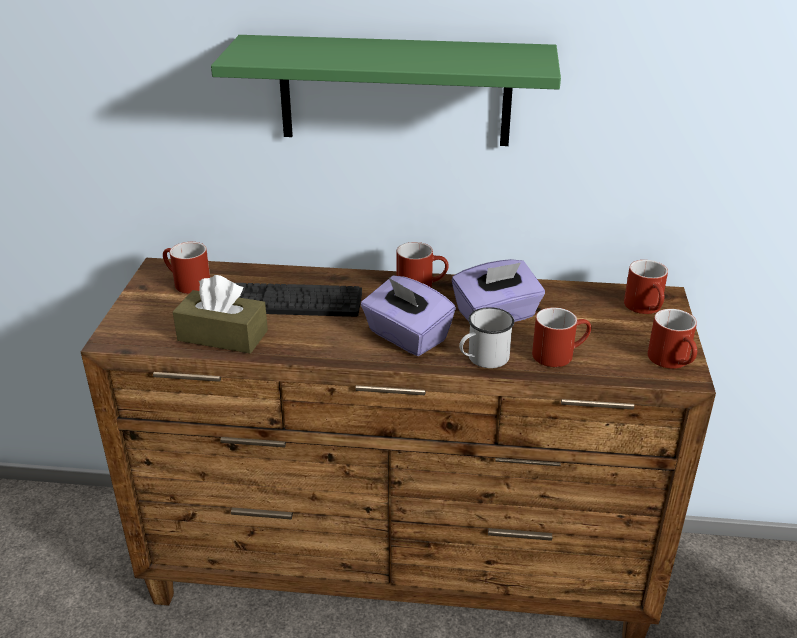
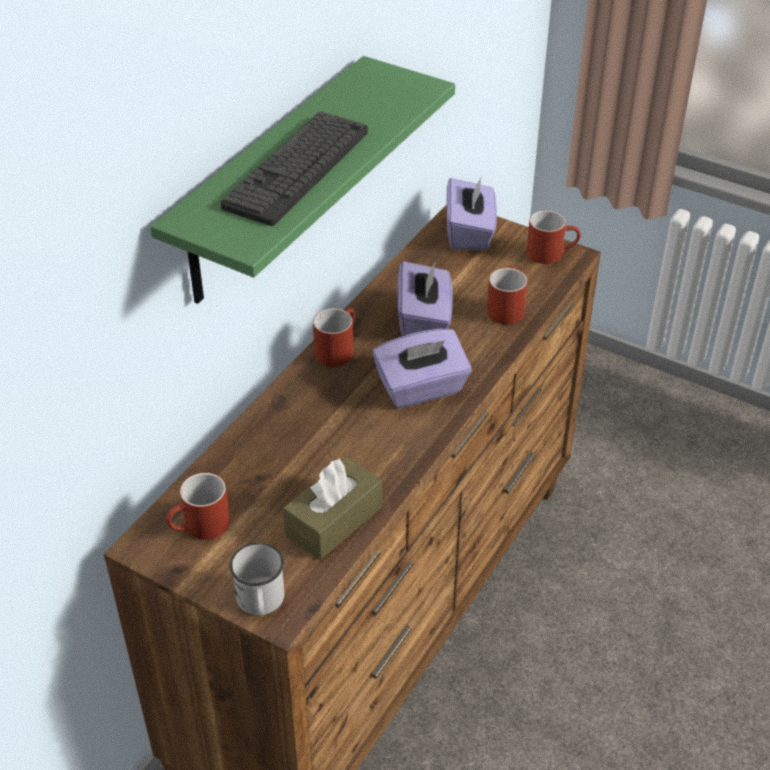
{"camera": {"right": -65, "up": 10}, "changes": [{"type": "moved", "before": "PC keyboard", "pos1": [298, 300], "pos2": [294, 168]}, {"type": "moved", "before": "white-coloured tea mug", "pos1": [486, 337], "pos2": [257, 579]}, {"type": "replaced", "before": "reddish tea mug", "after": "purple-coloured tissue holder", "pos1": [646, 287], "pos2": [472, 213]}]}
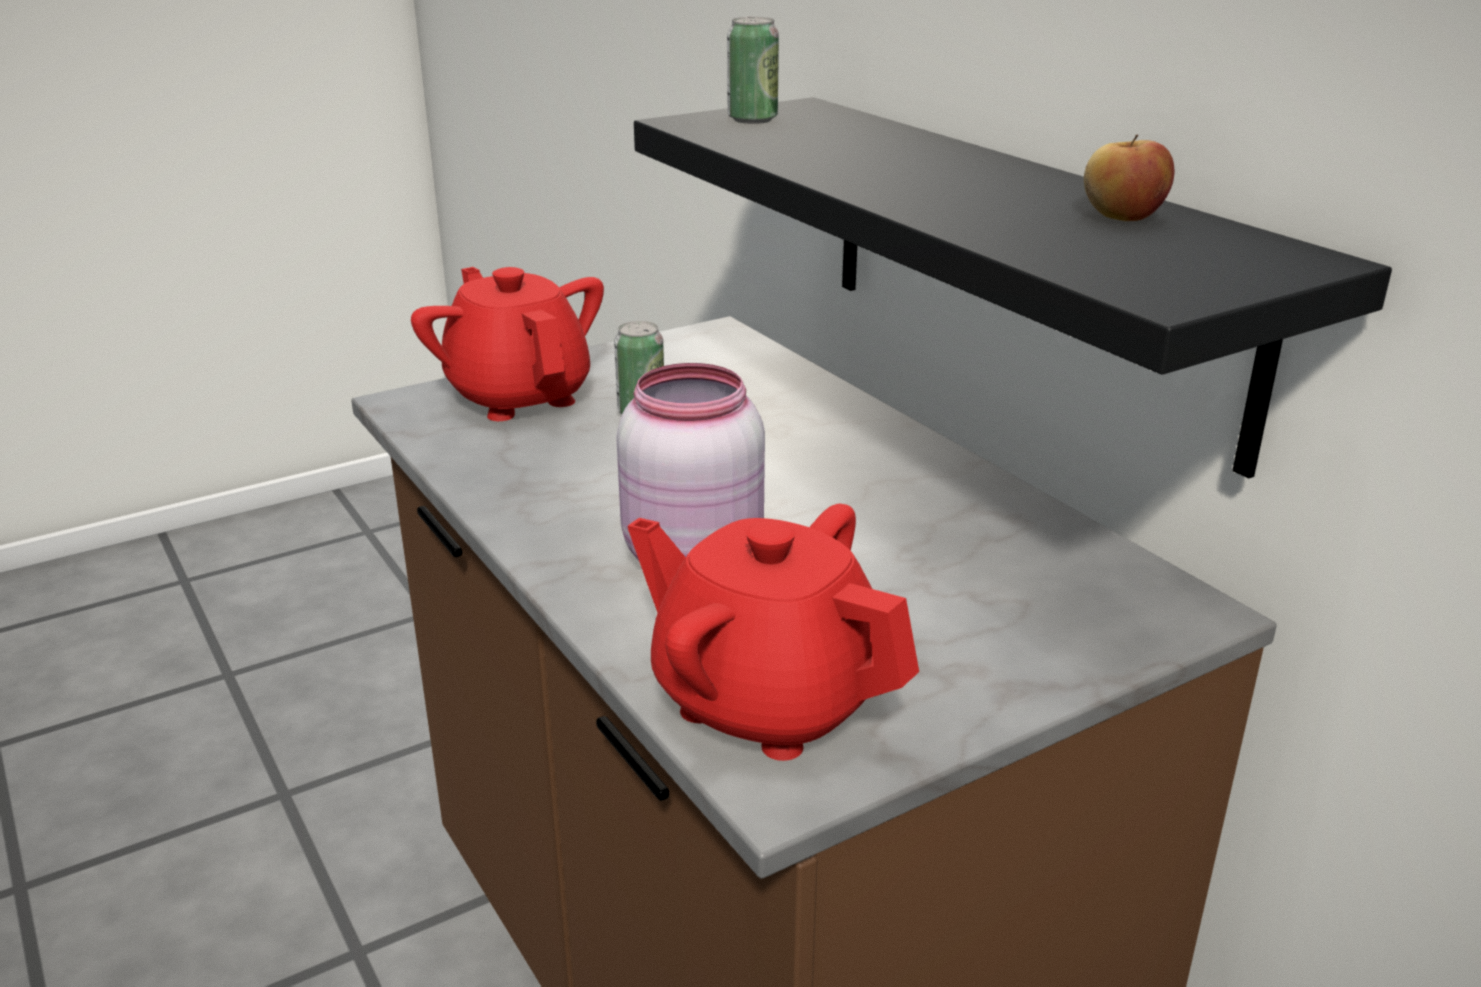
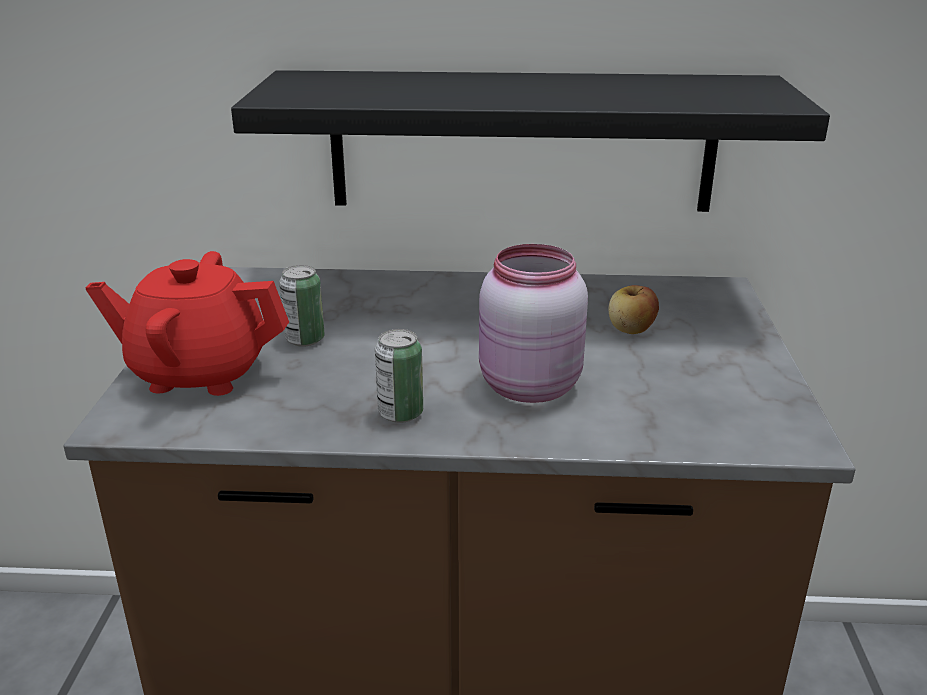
{"camera": {"right": -55, "up": 0}, "changes": [{"type": "removed", "before": "reddish pot for tea", "pos1": [773, 632]}, {"type": "moved", "before": "metal can", "pos1": [753, 70], "pos2": [399, 376]}, {"type": "moved", "before": "apple fruit", "pos1": [1129, 178], "pos2": [634, 309]}]}
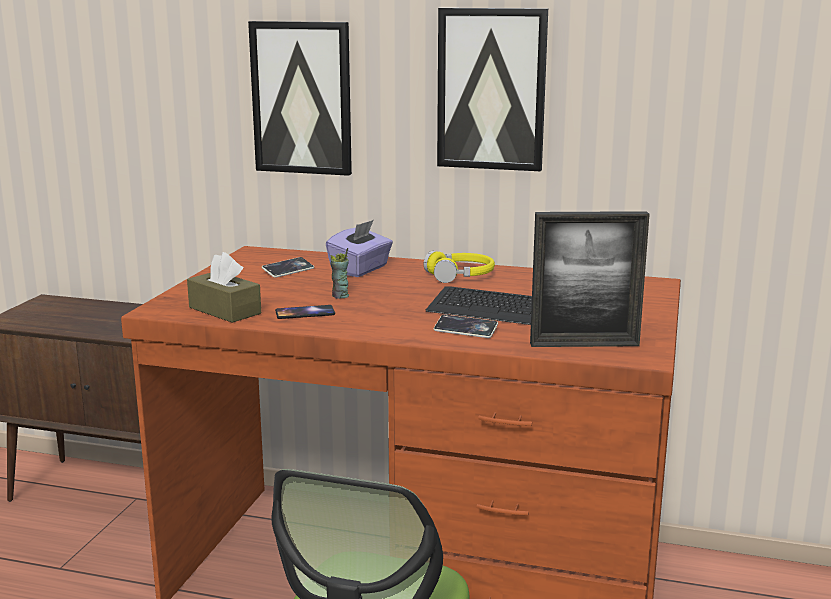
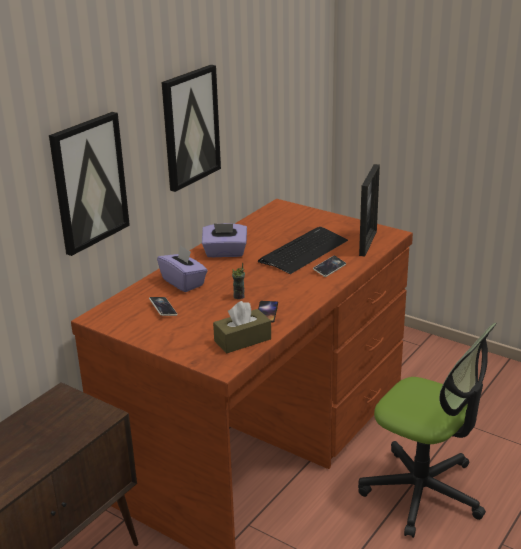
{"camera": {"right": -70, "up": 10}, "changes": [{"type": "replaced", "before": "yellow-coloured pair of headphones", "after": "purple-coloured tissue holder", "pos1": [459, 267], "pos2": [224, 240]}]}
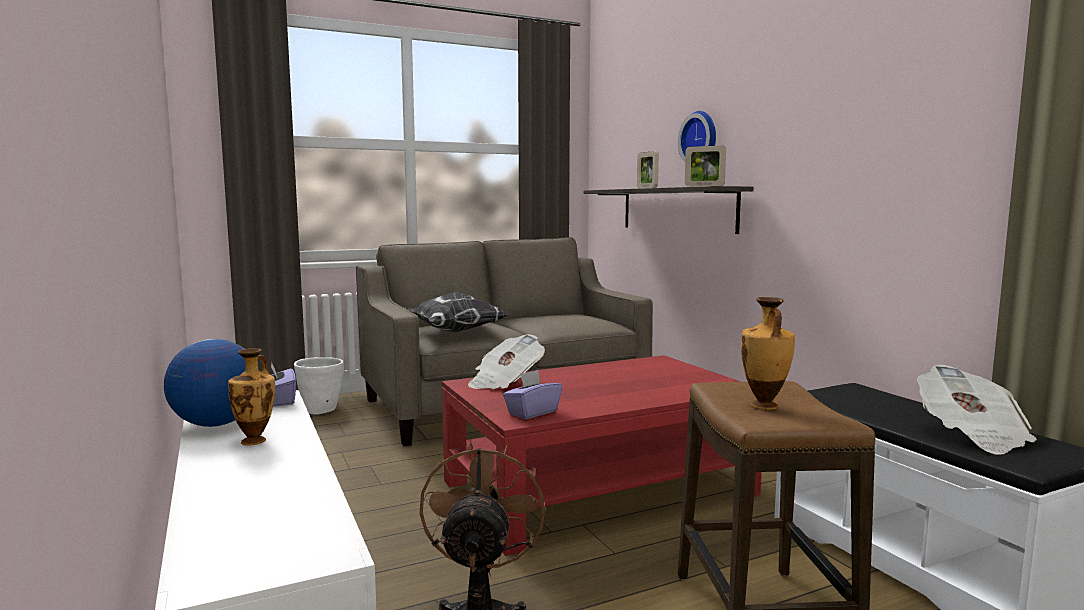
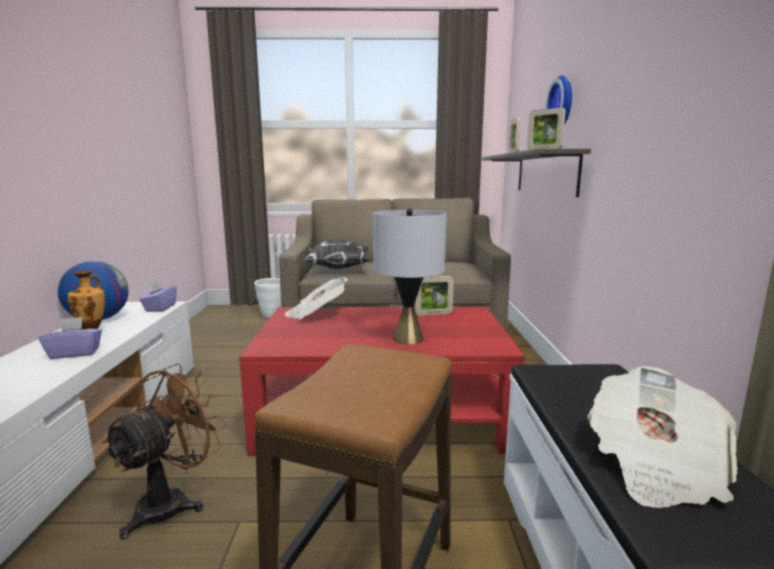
{"camera": {"right": 25, "up": 5}, "changes": [{"type": "removed", "before": "vase", "pos1": [768, 353]}, {"type": "added", "after": "grey tabletop lamp", "pos2": [410, 276]}, {"type": "added", "after": "photo frame", "pos2": [434, 296]}, {"type": "moved", "before": "purple-coloured tissue holder", "pos1": [532, 394], "pos2": [70, 338]}]}
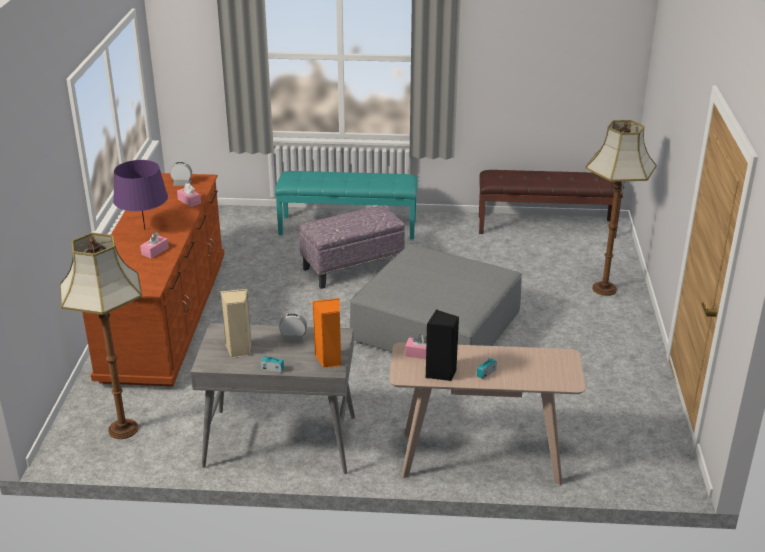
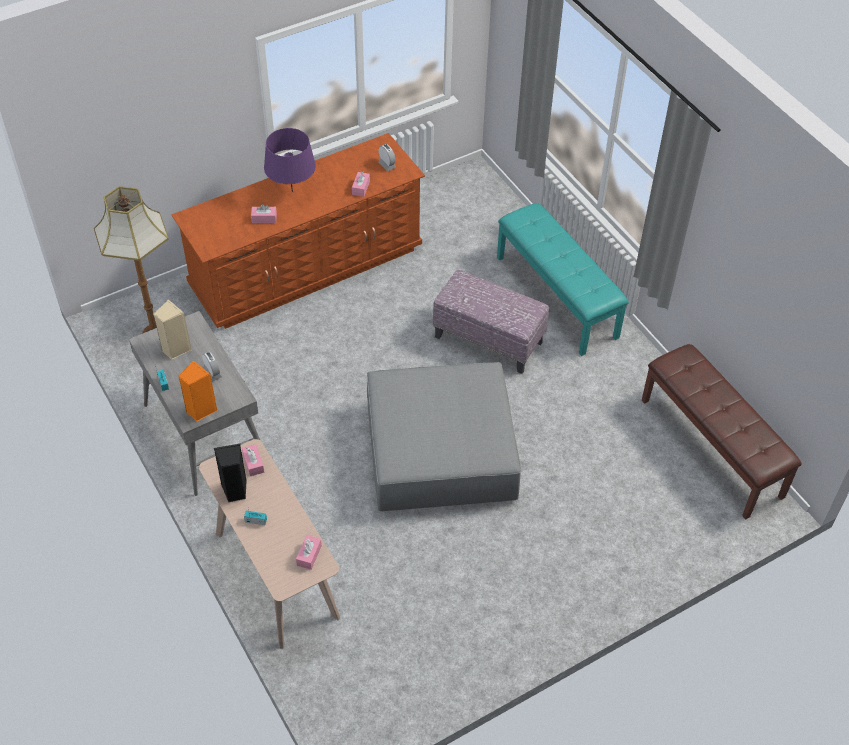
{"camera": {"right": 55, "up": 20}, "changes": [{"type": "removed", "before": "standing lamp", "pos1": [621, 208]}, {"type": "added", "after": "pink tissue holder", "pos2": [309, 552]}]}
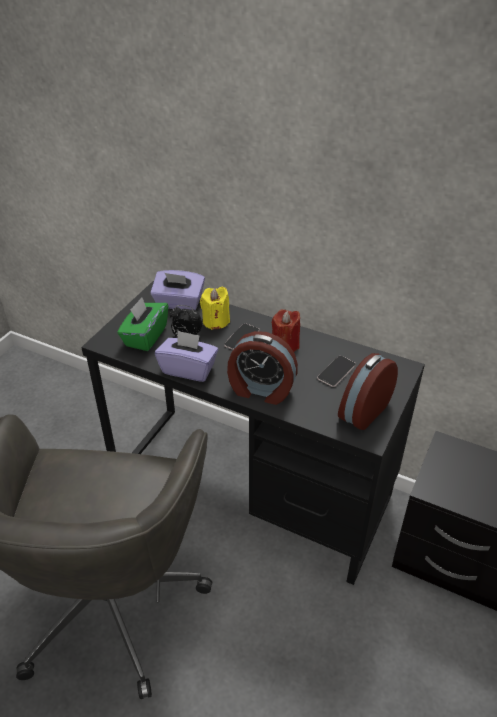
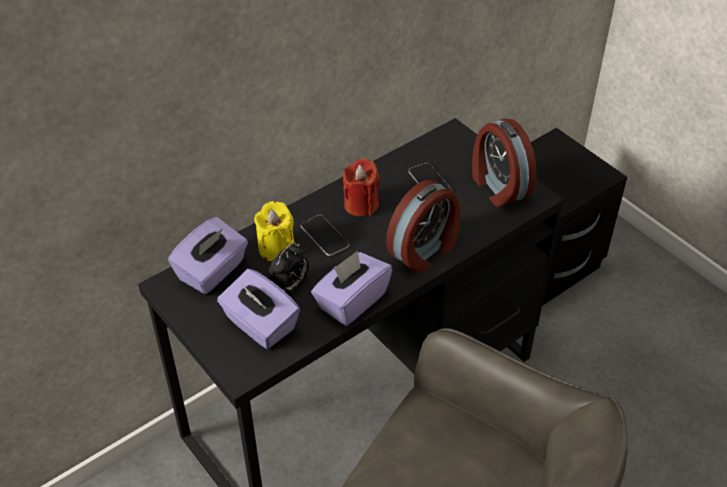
{"camera": {"right": -65, "up": 5}, "changes": [{"type": "recoloured", "before": "green-coloured tissue holder", "after": "purple-coloured tissue holder", "pos1": [142, 324], "pos2": [258, 309]}]}
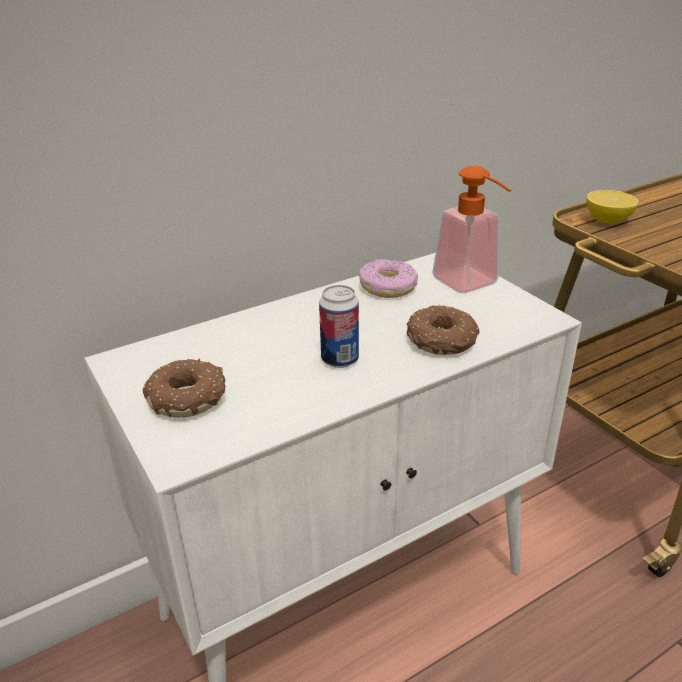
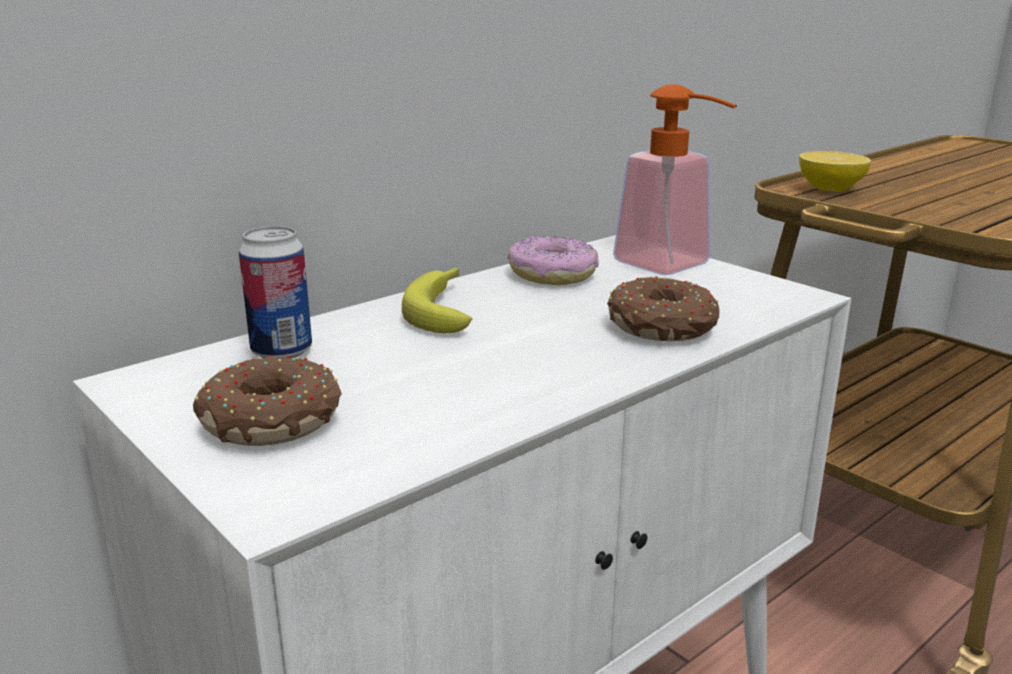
{"camera": {"right": -10, "up": -10}, "changes": [{"type": "added", "after": "banana fruit", "pos2": [437, 300]}, {"type": "moved", "before": "metal can", "pos1": [339, 326], "pos2": [275, 292]}]}
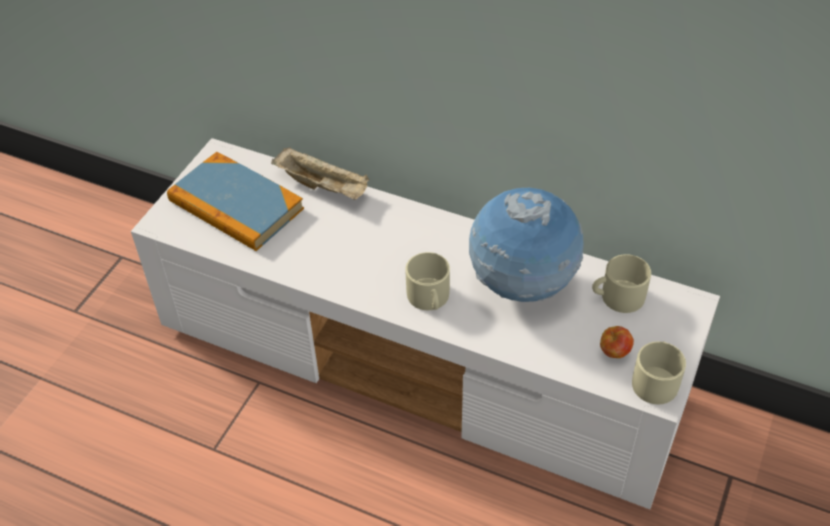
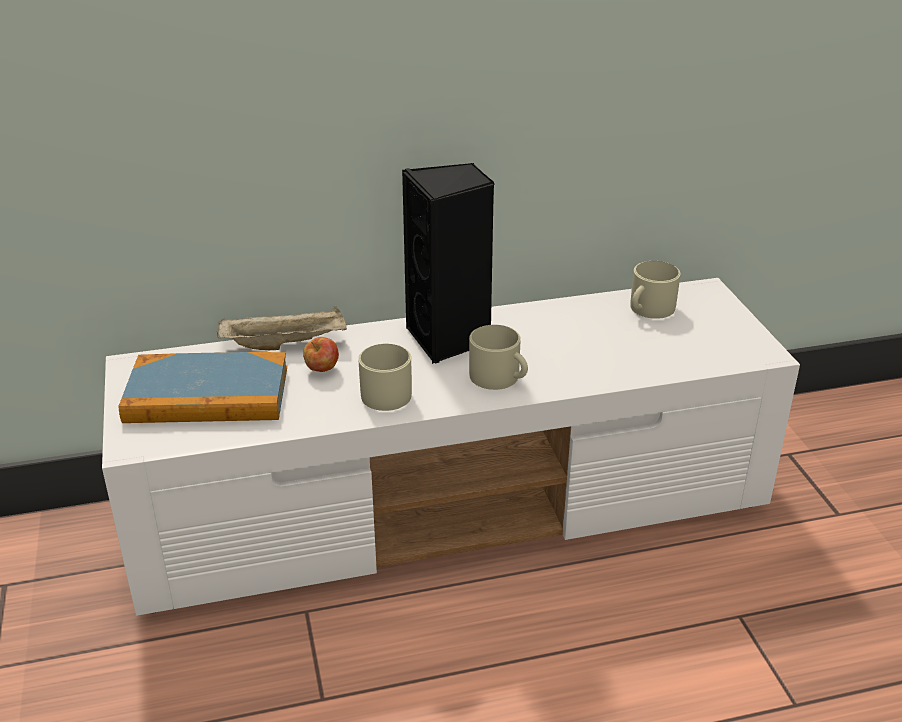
{"camera": {"right": -40, "up": -15}, "changes": [{"type": "removed", "before": "globe", "pos1": [526, 245]}, {"type": "added", "after": "black audio speaker", "pos2": [448, 263]}, {"type": "moved", "before": "apple fruit", "pos1": [617, 342], "pos2": [321, 354]}, {"type": "moved", "before": "beige tea mug", "pos1": [659, 372], "pos2": [385, 377]}]}
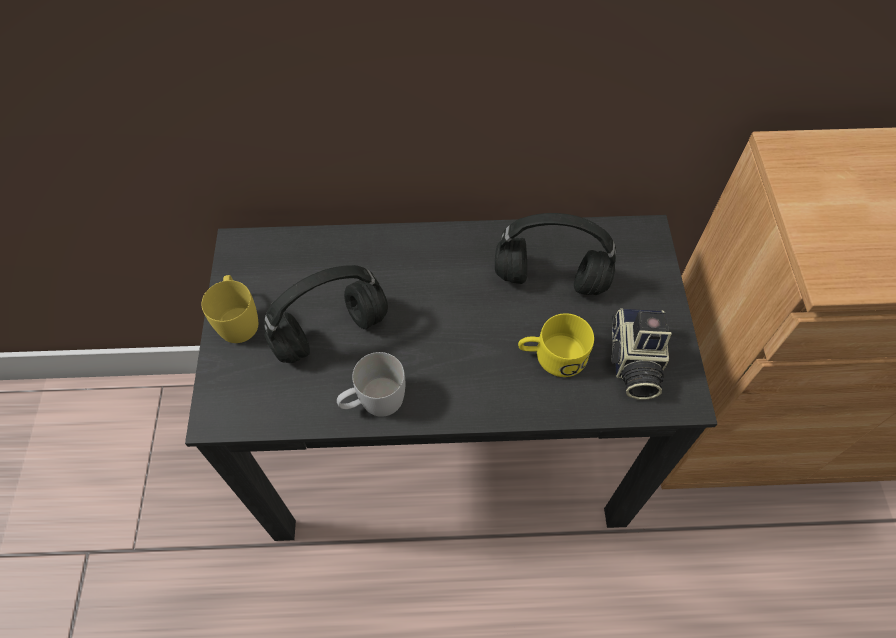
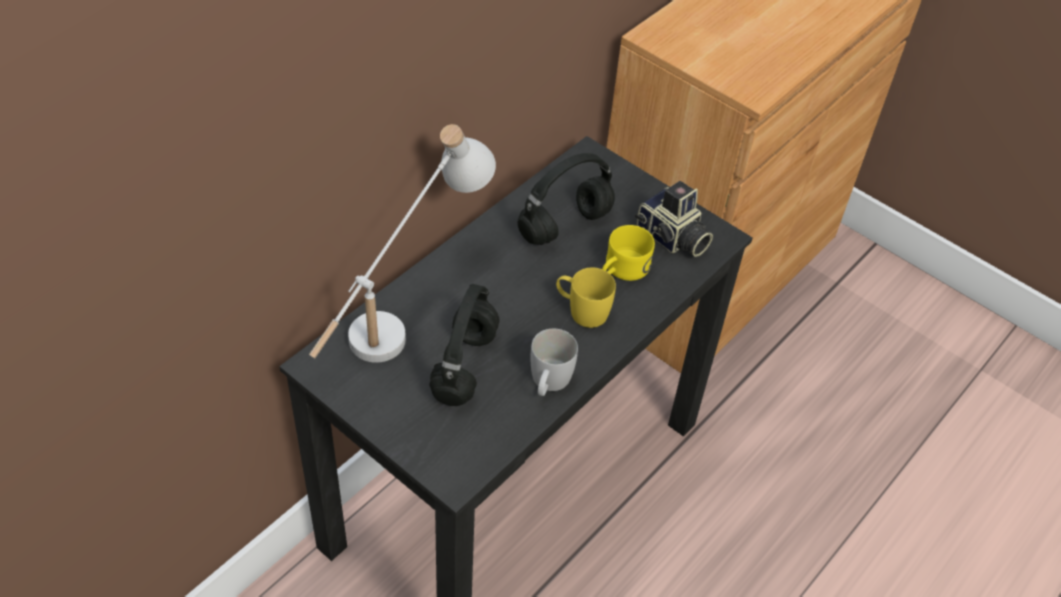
{"camera": {"right": -50, "up": -10}, "changes": [{"type": "added", "after": "white-coloured tabletop lamp", "pos2": [402, 243]}, {"type": "moved", "before": "yellow-coloured tea mug", "pos1": [230, 309], "pos2": [586, 298]}]}
